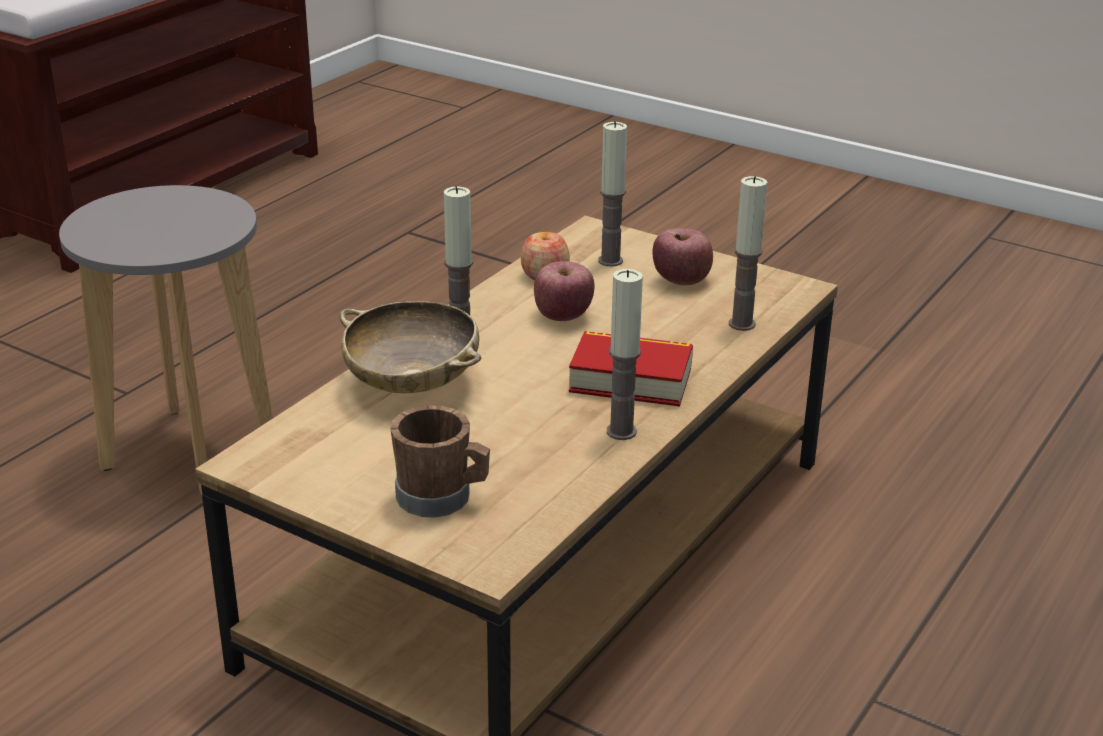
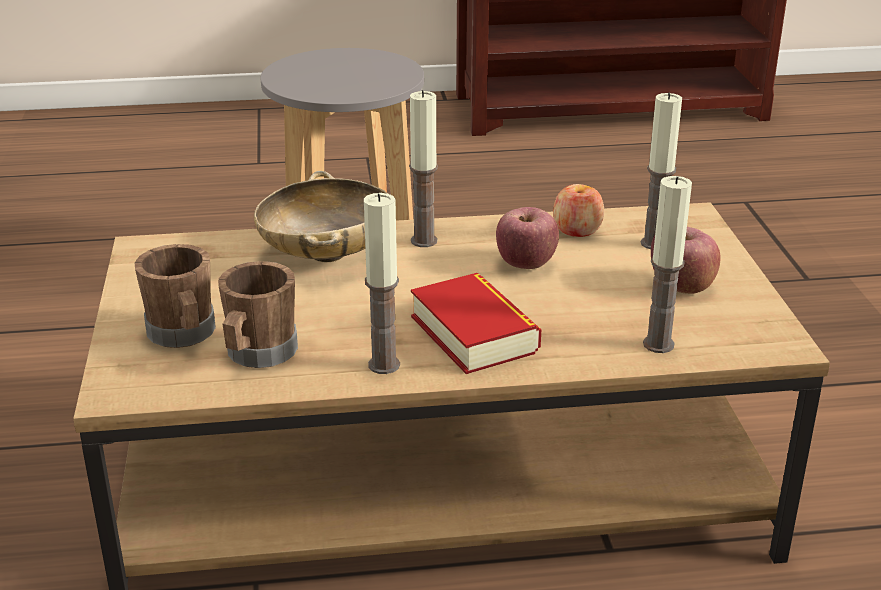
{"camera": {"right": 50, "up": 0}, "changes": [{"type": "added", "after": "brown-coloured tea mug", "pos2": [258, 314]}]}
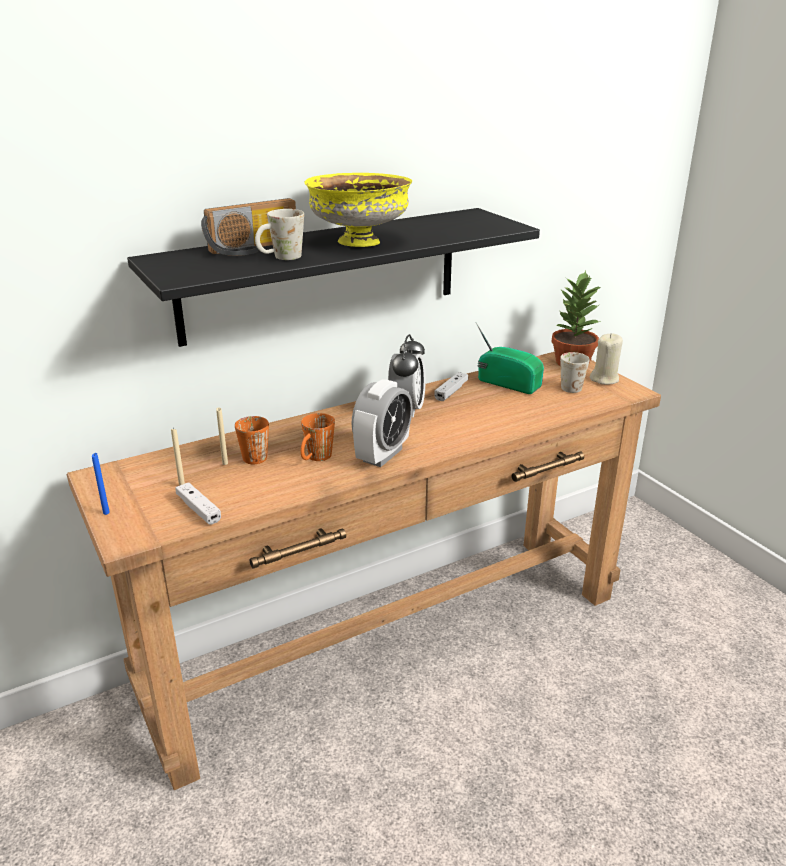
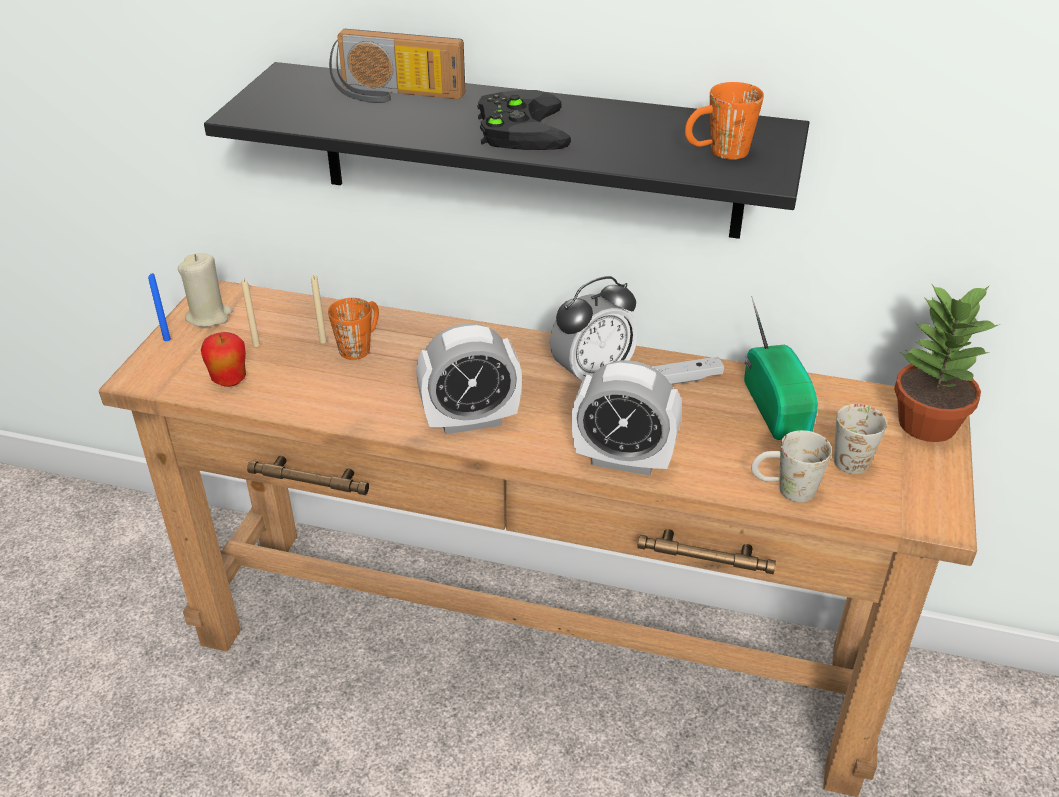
{"camera": {"right": 45, "up": 10}, "changes": [{"type": "added", "after": "table clock", "pos2": [626, 418]}, {"type": "moved", "before": "white-coloured tea mug", "pos1": [279, 234], "pos2": [791, 466]}, {"type": "moved", "before": "orange-coloured tea mug", "pos1": [318, 437], "pos2": [724, 121]}, {"type": "moved", "before": "beige wax candle", "pos1": [606, 359], "pos2": [205, 290]}, {"type": "replaced", "before": "white-coloured joypad", "after": "apple fruit", "pos1": [198, 503], "pos2": [223, 359]}, {"type": "replaced", "before": "yellow-coloured deep dish", "after": "black joypad", "pos1": [358, 210], "pos2": [524, 120]}]}
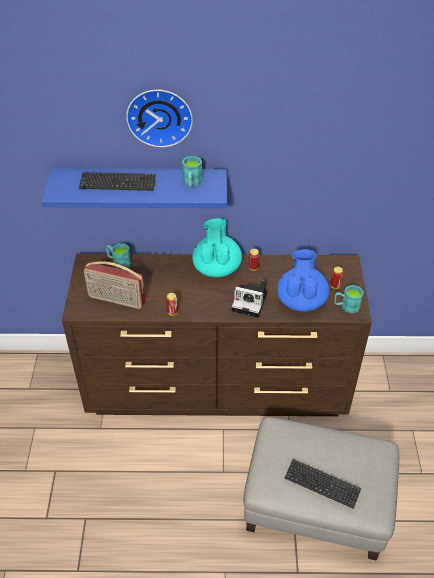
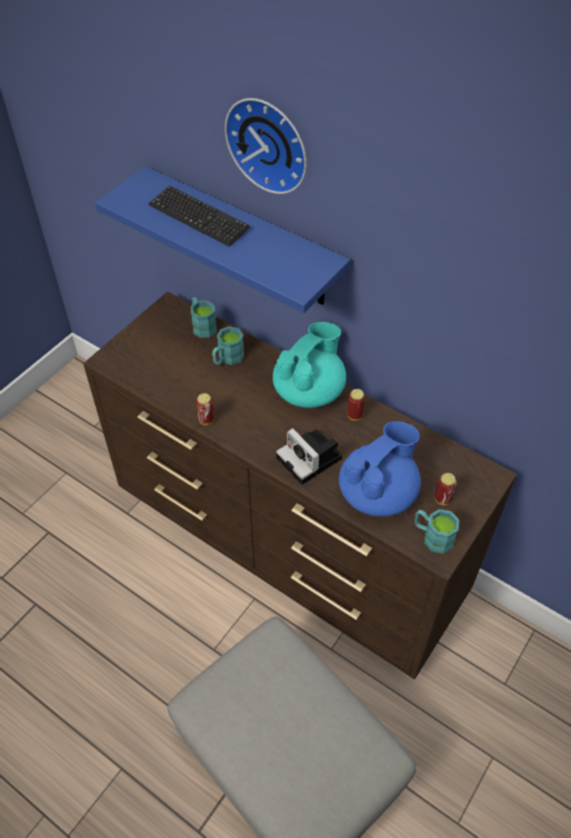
{"camera": {"right": 35, "up": 5}, "changes": [{"type": "removed", "before": "radio set", "pos1": [115, 285]}, {"type": "removed", "before": "PC keyboard", "pos1": [323, 484]}, {"type": "moved", "before": "turquoise-coloured tea mug", "pos1": [192, 171], "pos2": [228, 345]}]}
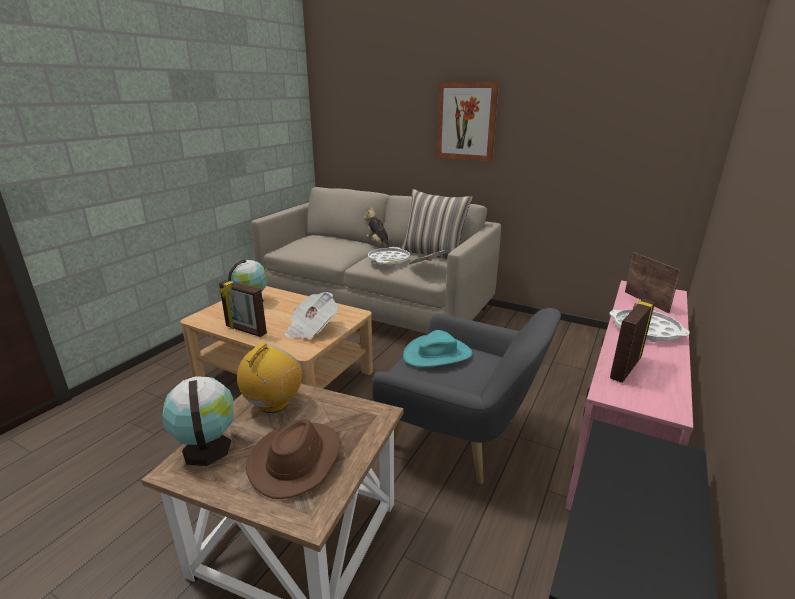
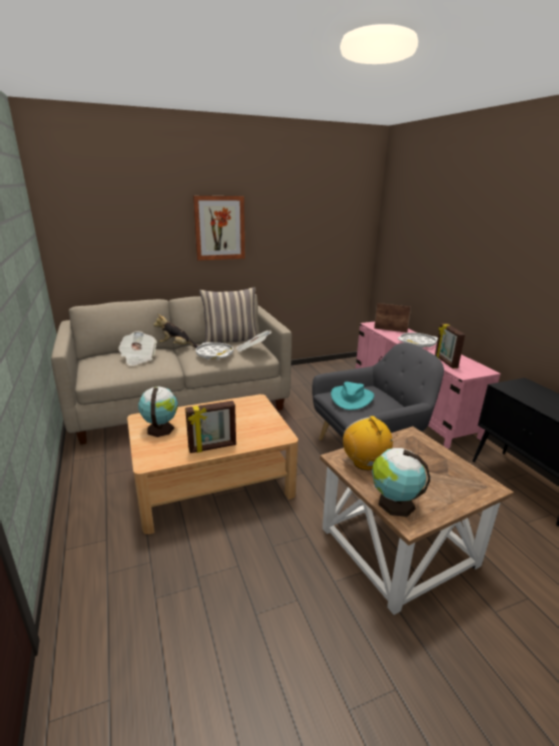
{"camera": {"right": -50, "up": 0}, "changes": [{"type": "removed", "before": "brown-coloured clothing hat", "pos1": [293, 459]}, {"type": "moved", "before": "newspaper", "pos1": [311, 315], "pos2": [137, 348]}]}
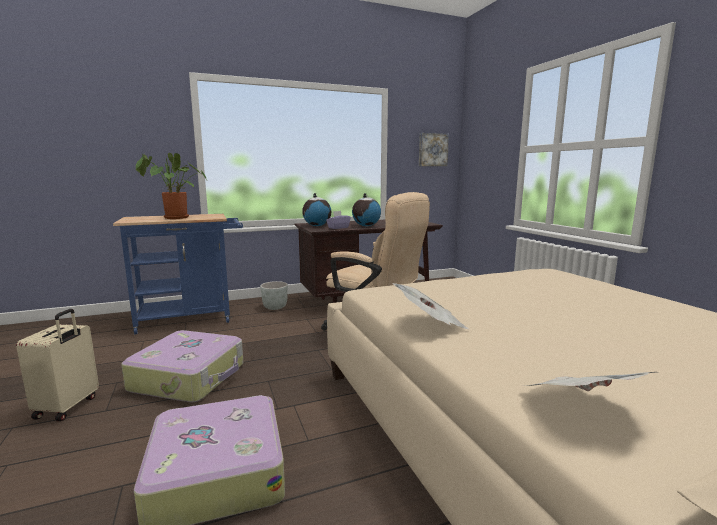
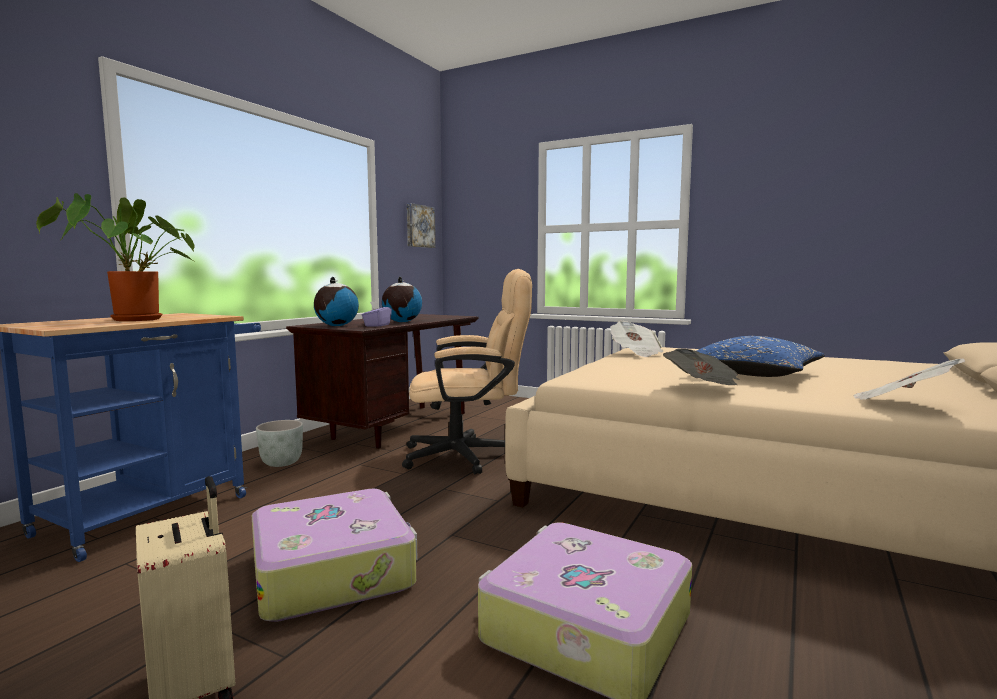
{"camera": {"right": -40, "up": -5}, "changes": [{"type": "added", "after": "newspaper", "pos2": [636, 339]}, {"type": "added", "after": "bluish throw pillow", "pos2": [760, 356]}]}
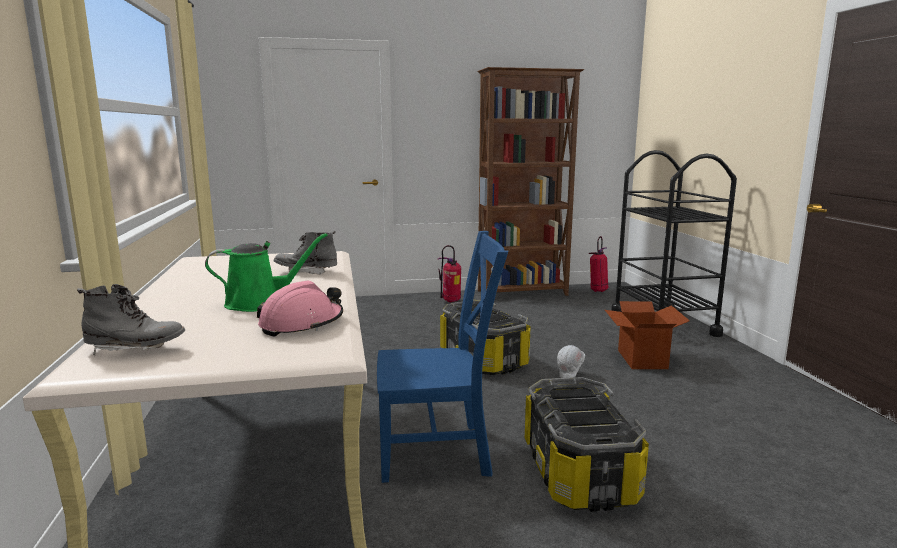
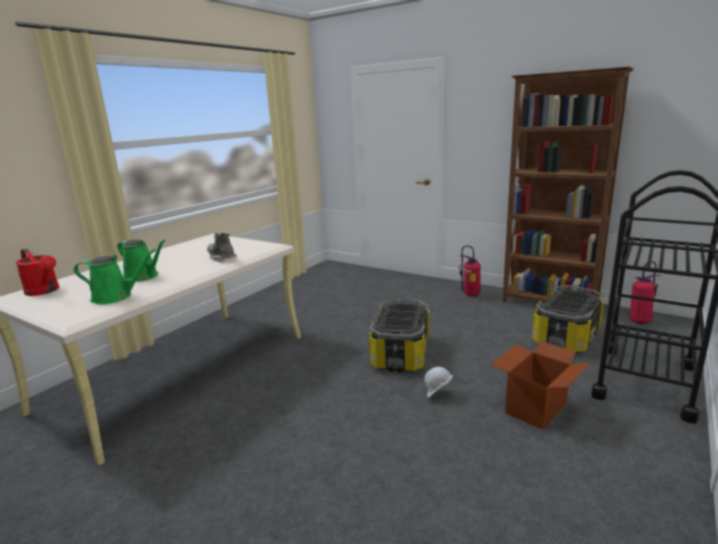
{"camera": {"right": 45, "up": 5}, "changes": [{"type": "removed", "before": "bluish chair", "pos1": [442, 357]}, {"type": "moved", "before": "storage container", "pos1": [587, 444], "pos2": [568, 319]}, {"type": "replaced", "before": "grey boot", "after": "reddish watering pot", "pos1": [131, 320], "pos2": [37, 272]}, {"type": "replaced", "before": "pink safety helmet", "after": "green-coloured watering pot", "pos1": [300, 308], "pos2": [115, 277]}]}
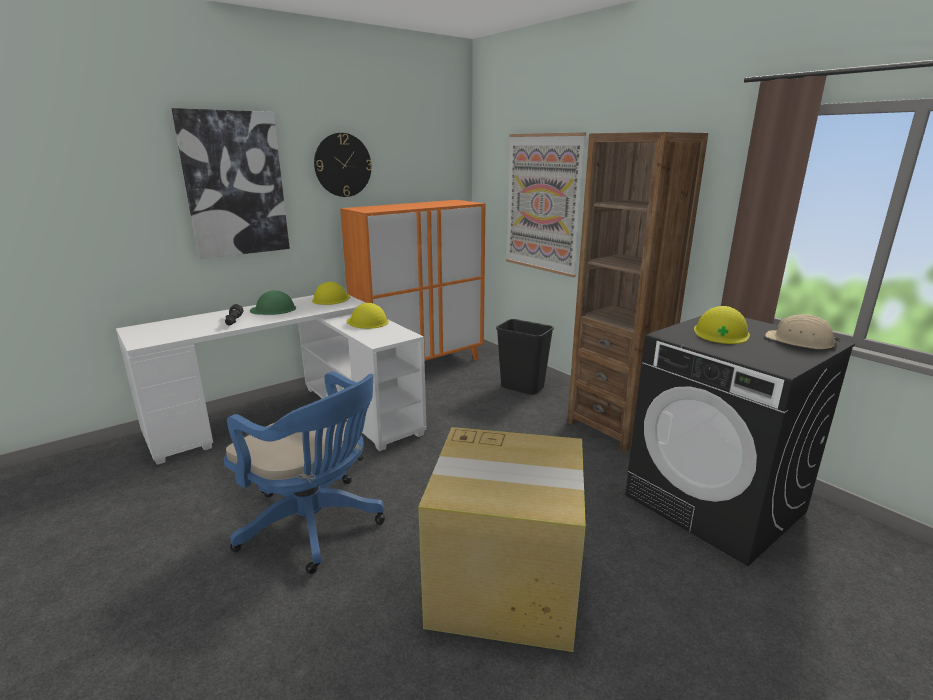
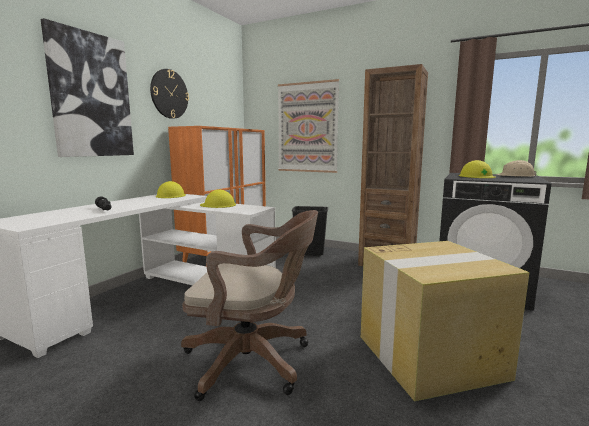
{"camera": {"right": -25, "up": -10}, "changes": [{"type": "removed", "before": "green-coloured safety helmet", "pos1": [273, 302]}, {"type": "recoloured", "before": "bluish computer chair", "after": "brown-coloured computer chair", "pos1": [304, 473], "pos2": [249, 305]}]}
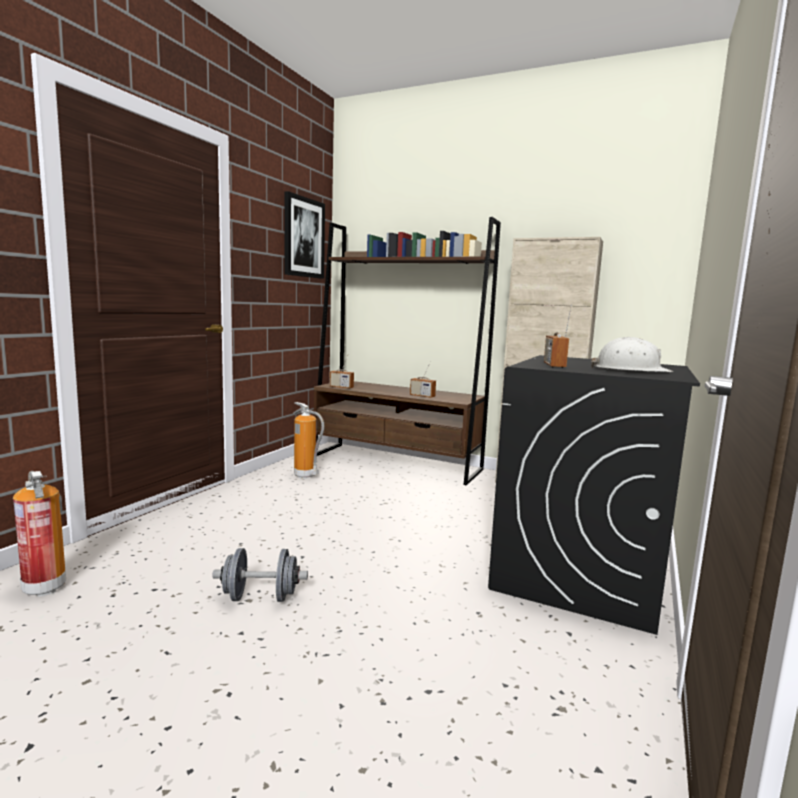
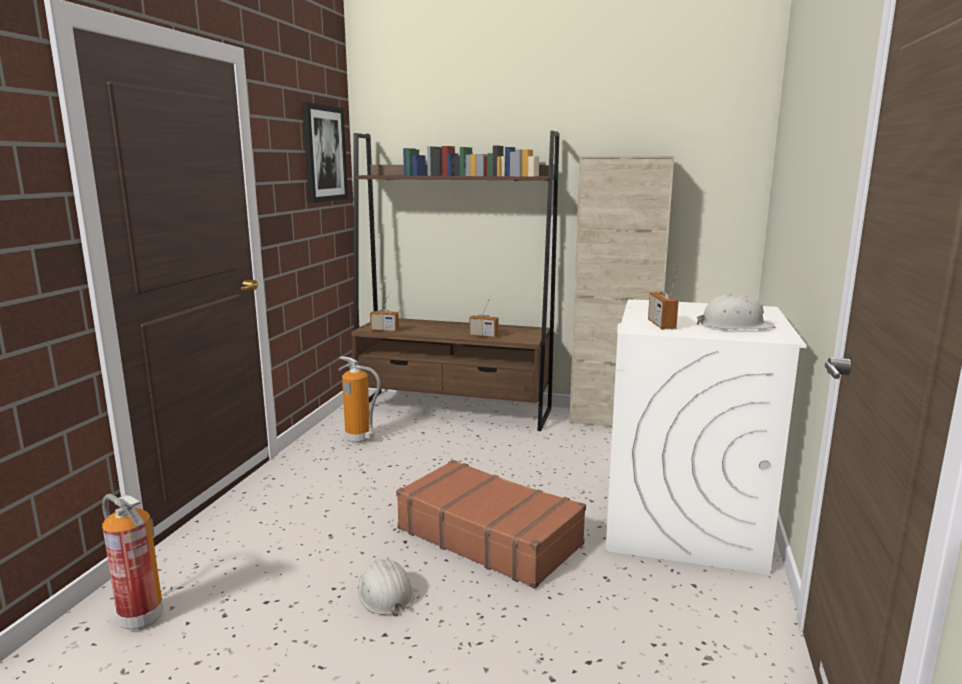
{"camera": {"right": -10, "up": 5}, "changes": [{"type": "added", "after": "brown-coloured piece of luggage", "pos2": [491, 524]}, {"type": "replaced", "before": "grey hand weight", "after": "white-coloured safety helmet", "pos1": [260, 575], "pos2": [386, 588]}, {"type": "recoloured", "before": "black laundry appliance", "after": "white-coloured laundry appliance", "pos1": [594, 495], "pos2": [706, 437]}]}
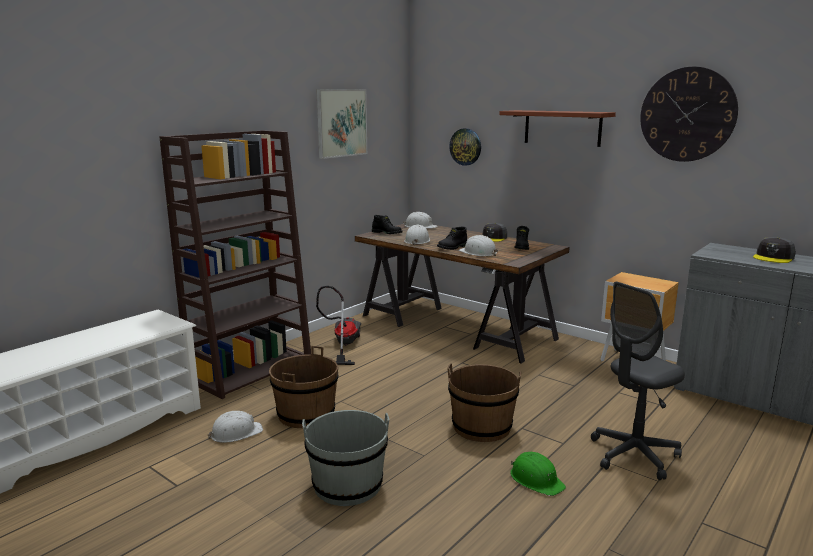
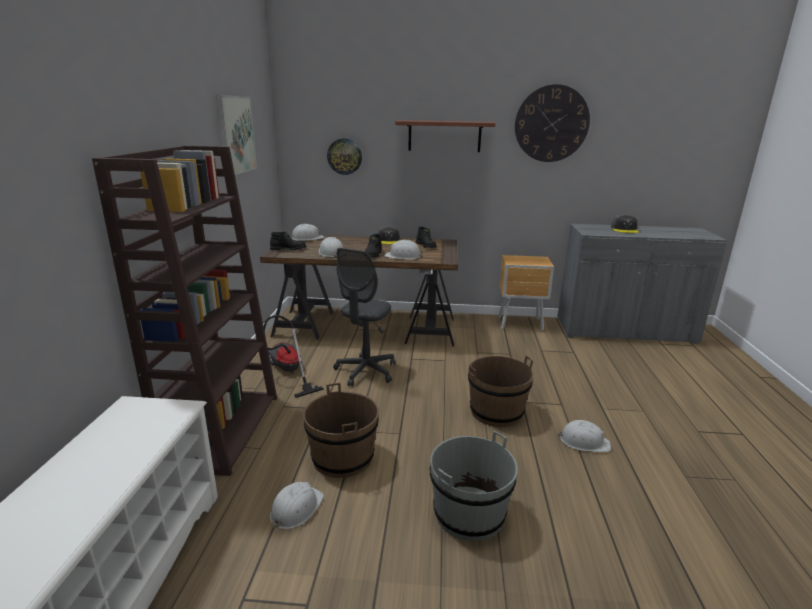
{"camera": {"right": -35, "up": 5}, "changes": [{"type": "moved", "before": "grey computer chair", "pos1": [638, 381], "pos2": [364, 317]}, {"type": "recoloured", "before": "green-coloured safety helmet", "after": "white-coloured safety helmet", "pos1": [538, 474], "pos2": [584, 436]}]}
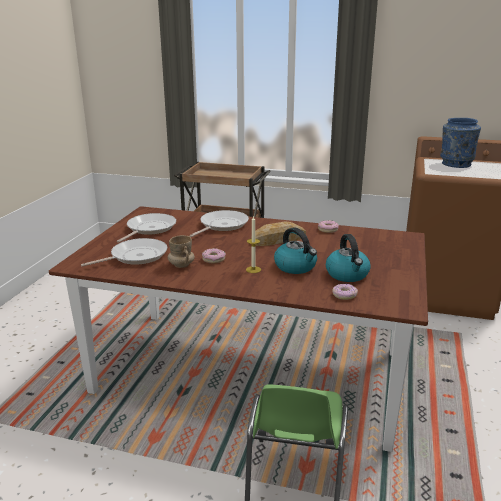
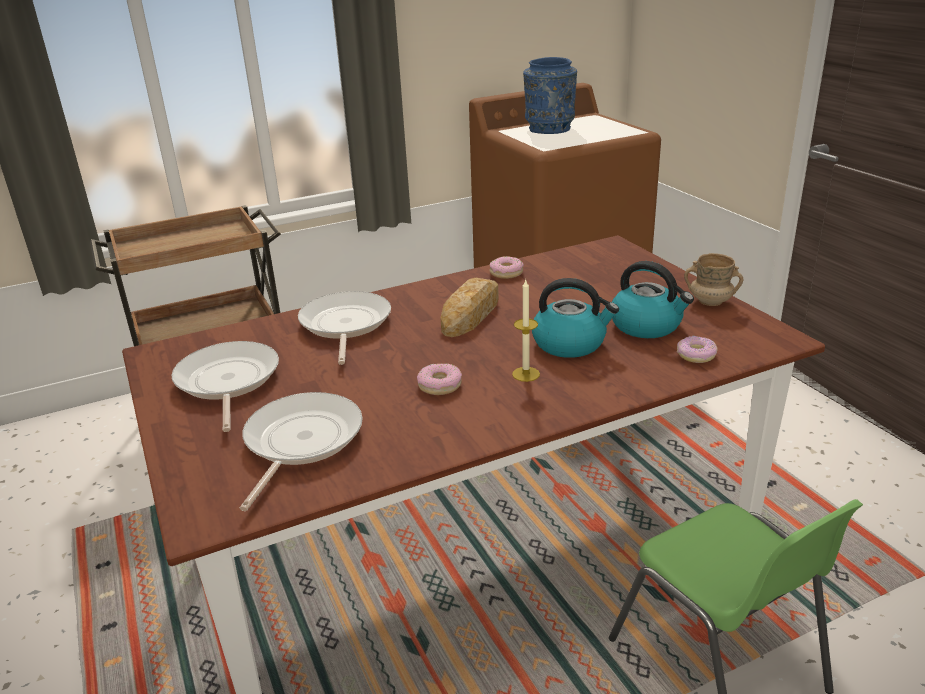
{"camera": {"right": -40, "up": 5}, "changes": [{"type": "moved", "before": "beige tea mug", "pos1": [181, 251], "pos2": [713, 279]}]}
